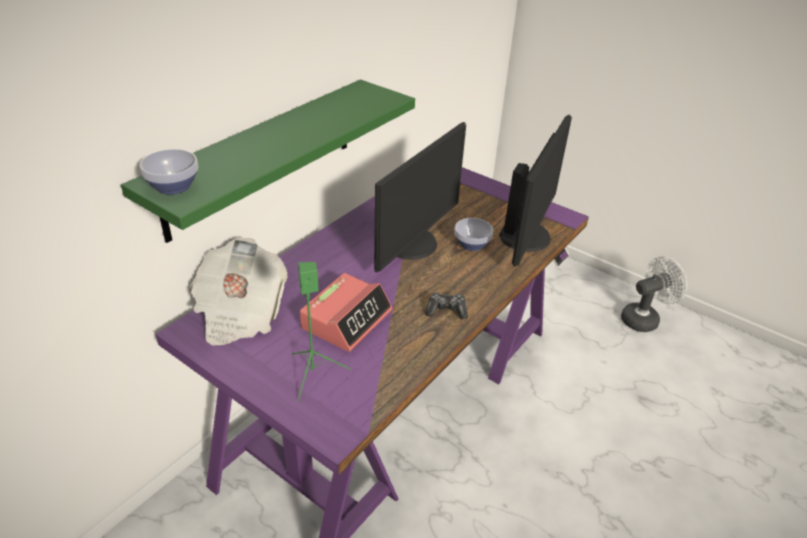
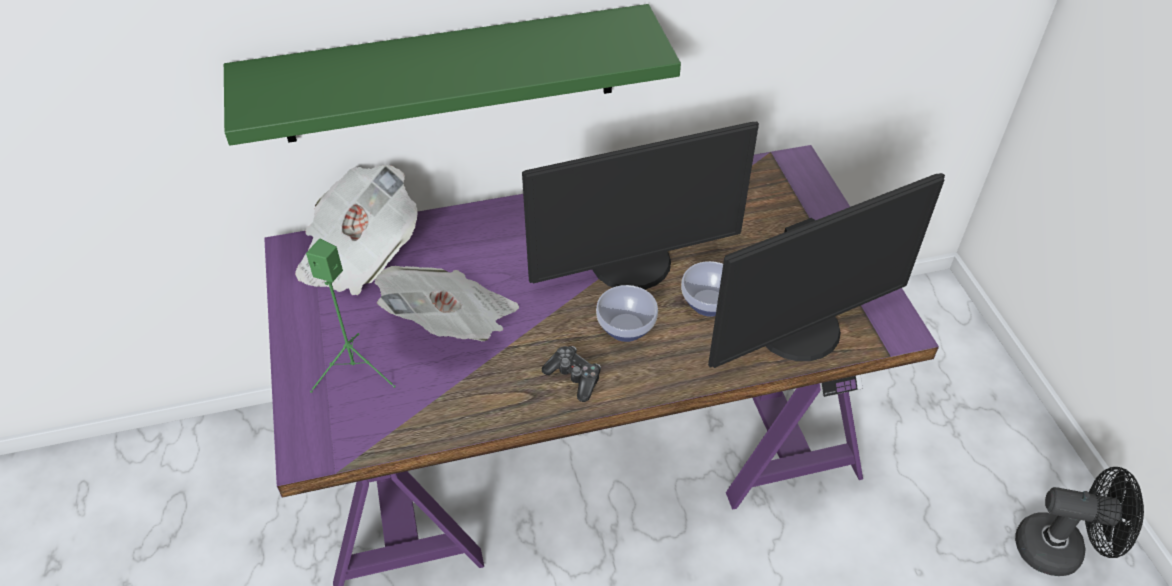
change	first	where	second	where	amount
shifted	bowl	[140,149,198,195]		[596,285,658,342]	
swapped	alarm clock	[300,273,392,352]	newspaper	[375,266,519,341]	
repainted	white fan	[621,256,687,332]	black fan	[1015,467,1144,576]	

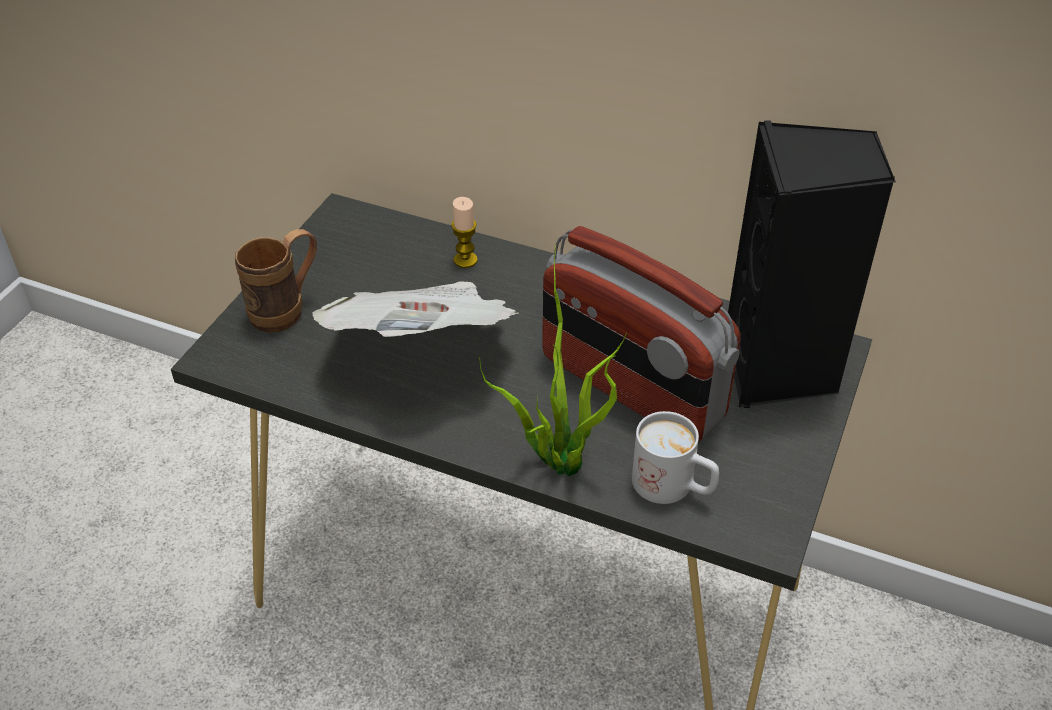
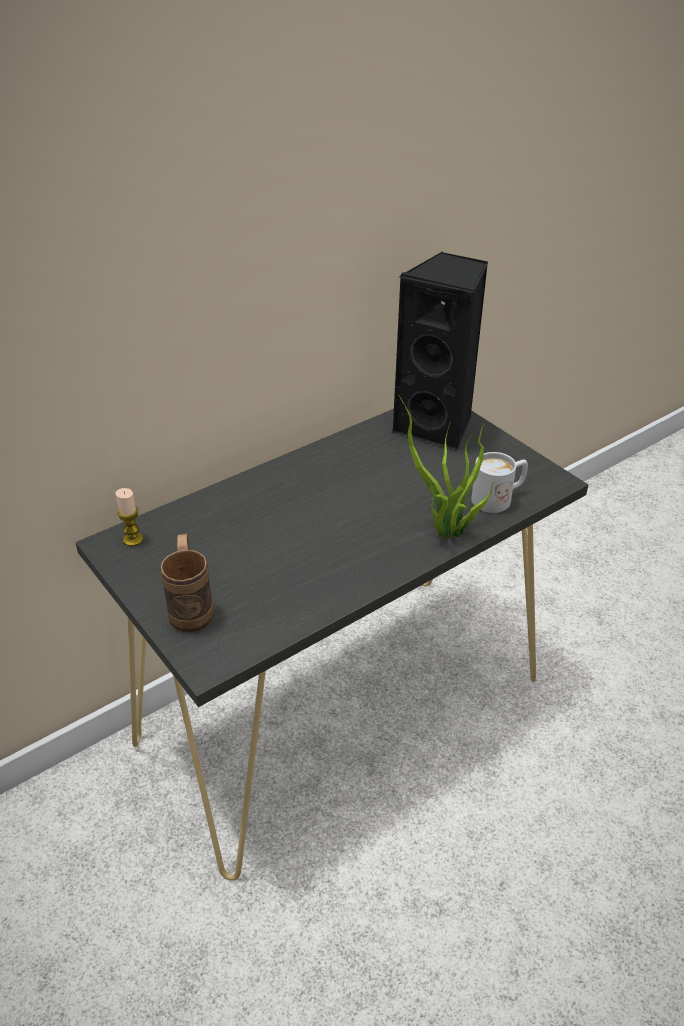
change	first	where	second	where	amount
gone	newspaper	[312,281,519,337]			
shifted	candle	[451,197,478,268]		[115,488,143,546]	
gone	radio	[542,226,741,442]			

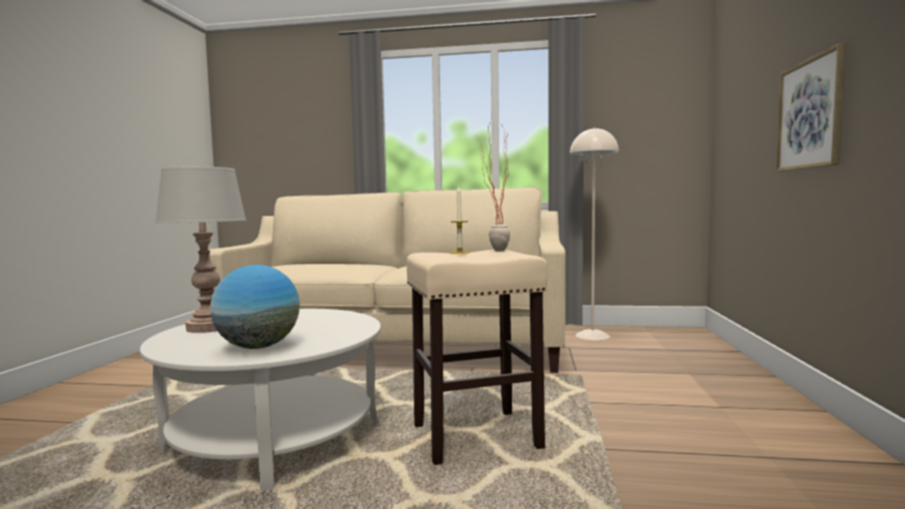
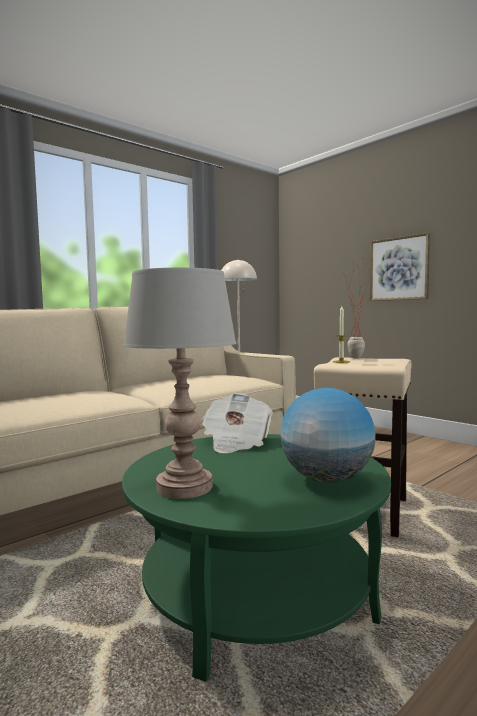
change	first	where	second	where	amount
repainted	white coffee table	[140,309,381,491]	green coffee table	[122,434,391,682]	
new			newspaper	[201,393,273,453]	

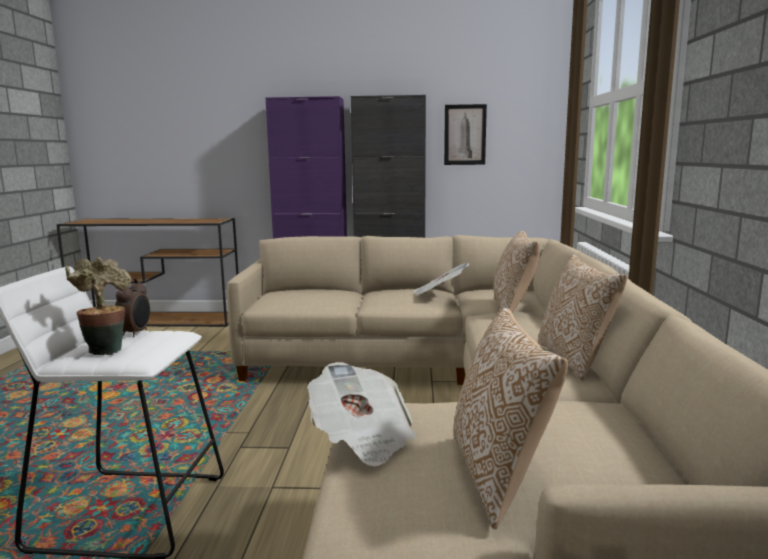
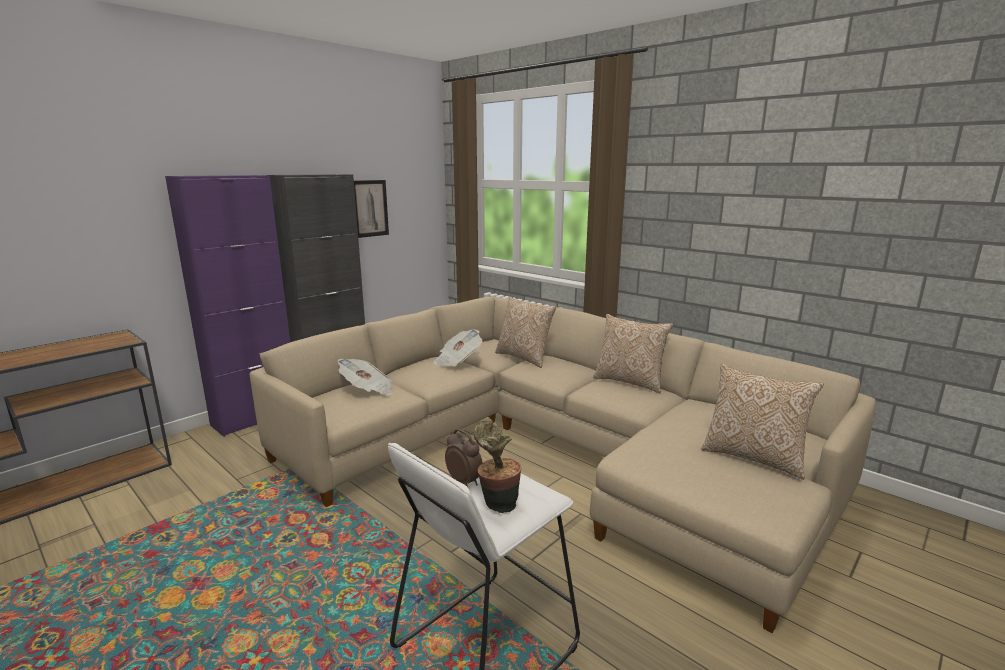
change	first	where	second	where	amount
shifted	newspaper	[307,362,417,467]		[338,359,392,395]	

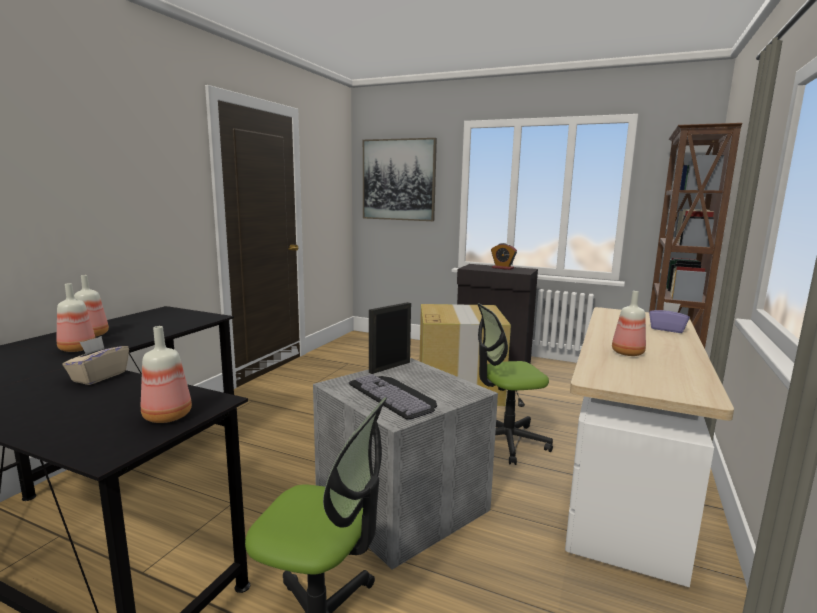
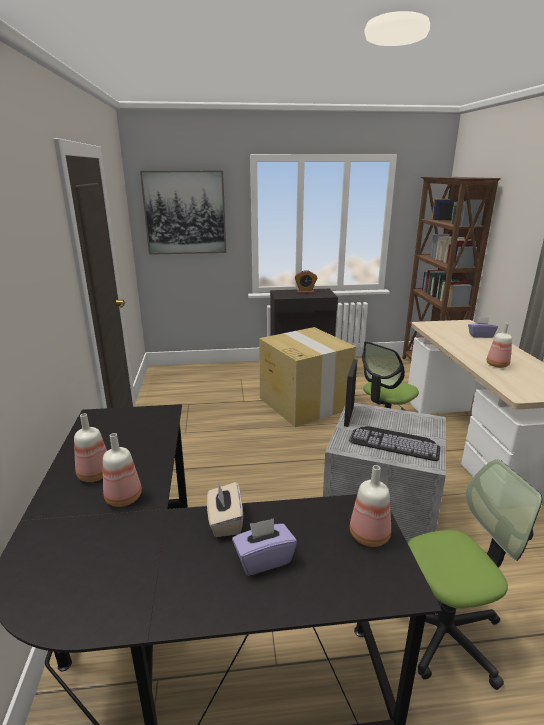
change	first	where	second	where	amount
new			purple tissue box	[232,518,297,576]	

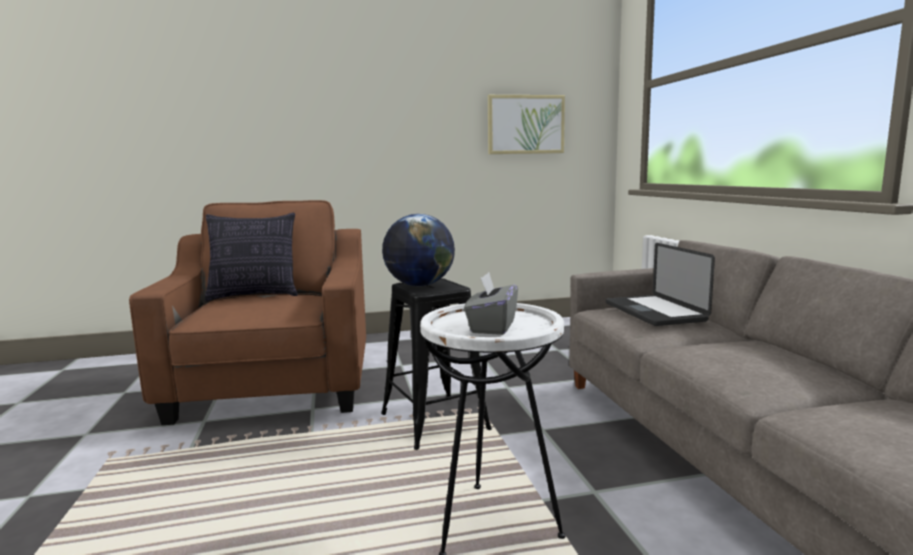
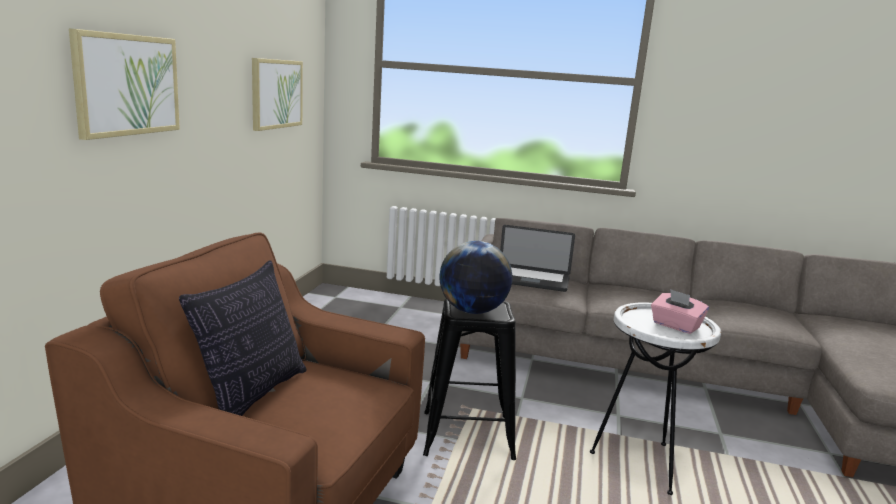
change	first	where	second	where	amount
repainted	grey tissue box	[464,272,518,335]	pink tissue box	[651,289,709,334]	
new			picture	[69,29,180,140]	

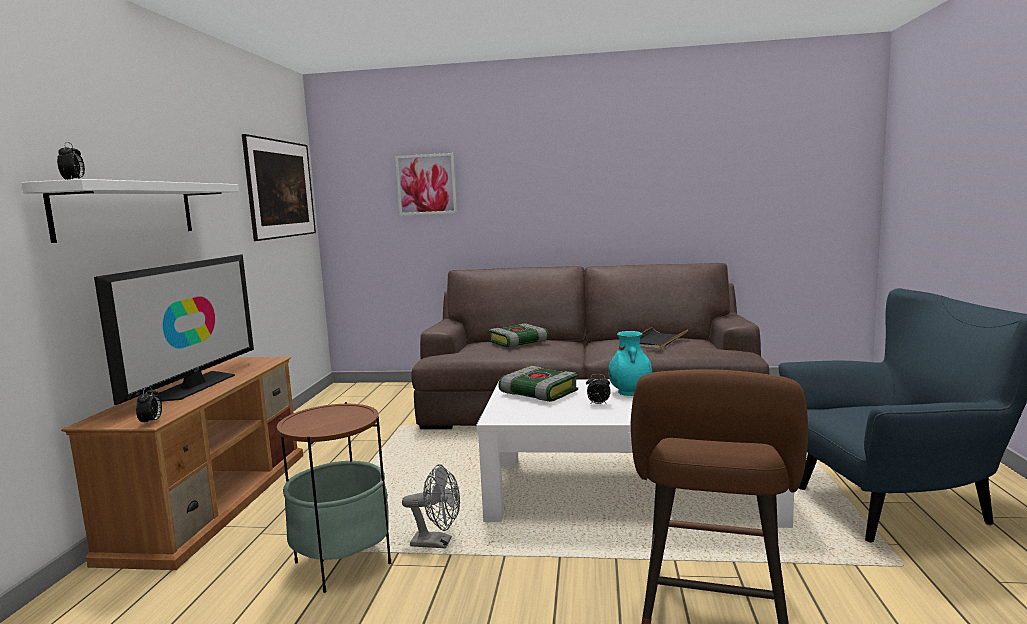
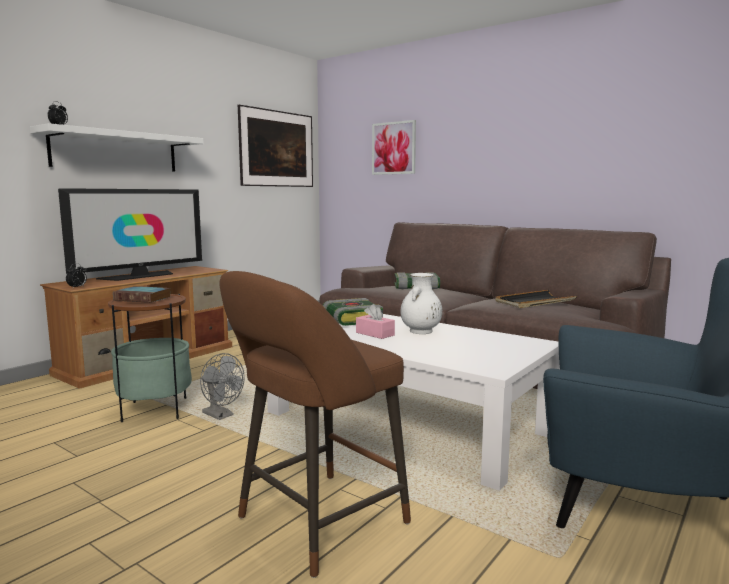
change	first	where	second	where	amount
swapped	alarm clock	[586,374,611,405]	pink tissue box	[356,304,395,339]	
repainted	turquoise vase	[608,331,652,396]	white vase	[400,273,442,334]	
new			book	[113,286,170,303]	

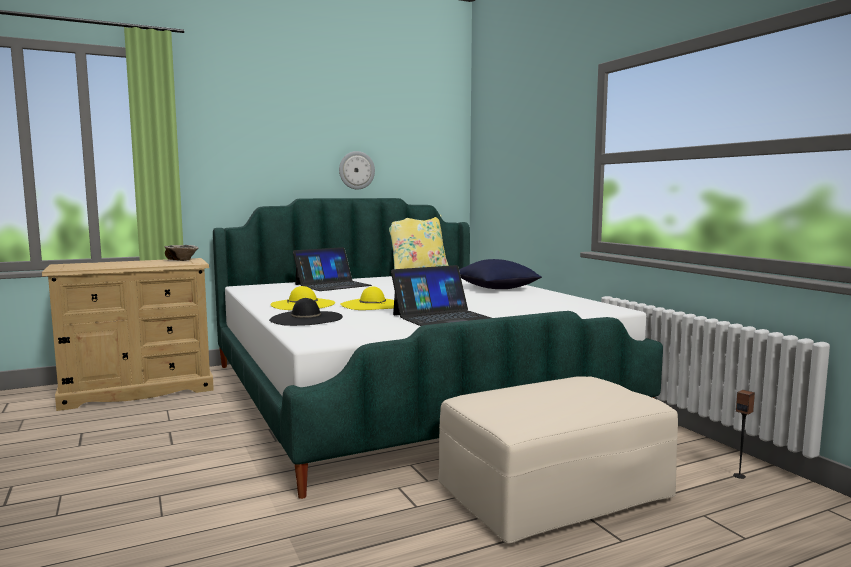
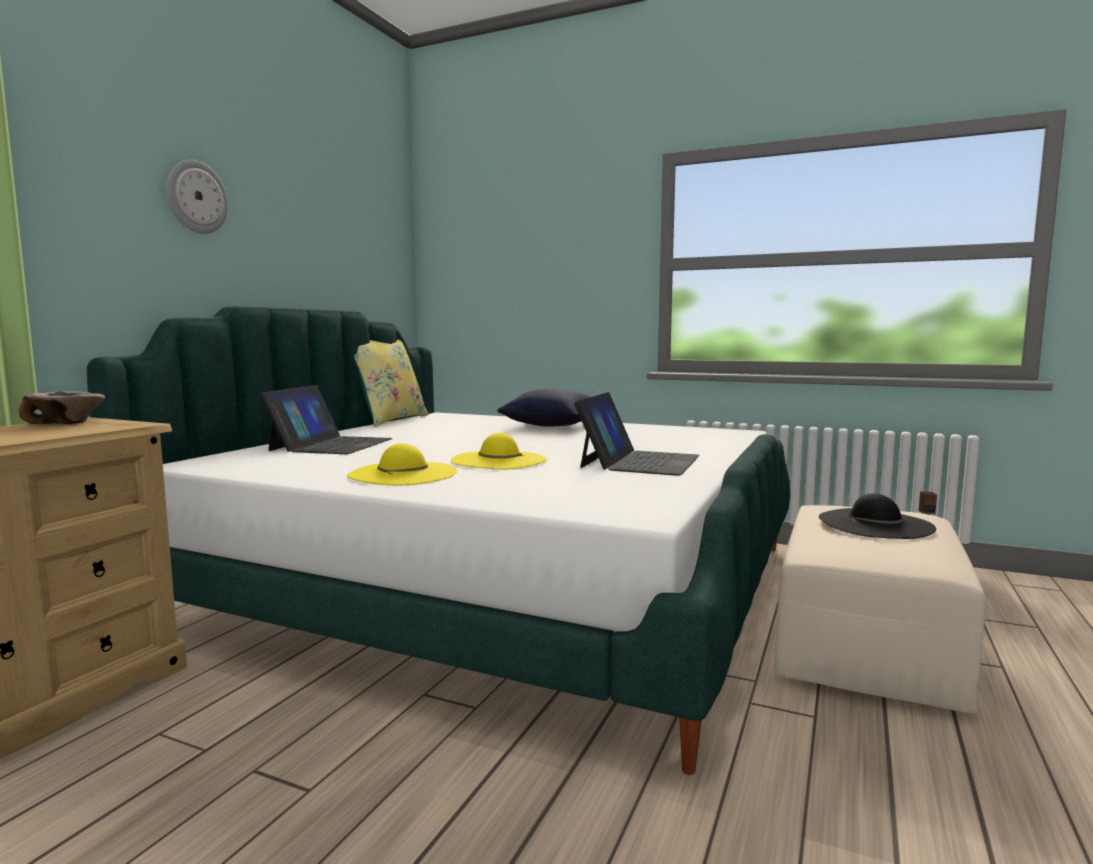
change	first	where	second	where	amount
shifted	black hat	[269,298,343,326]		[819,493,936,539]	
shifted	wall clock	[339,151,375,190]		[166,160,228,234]	

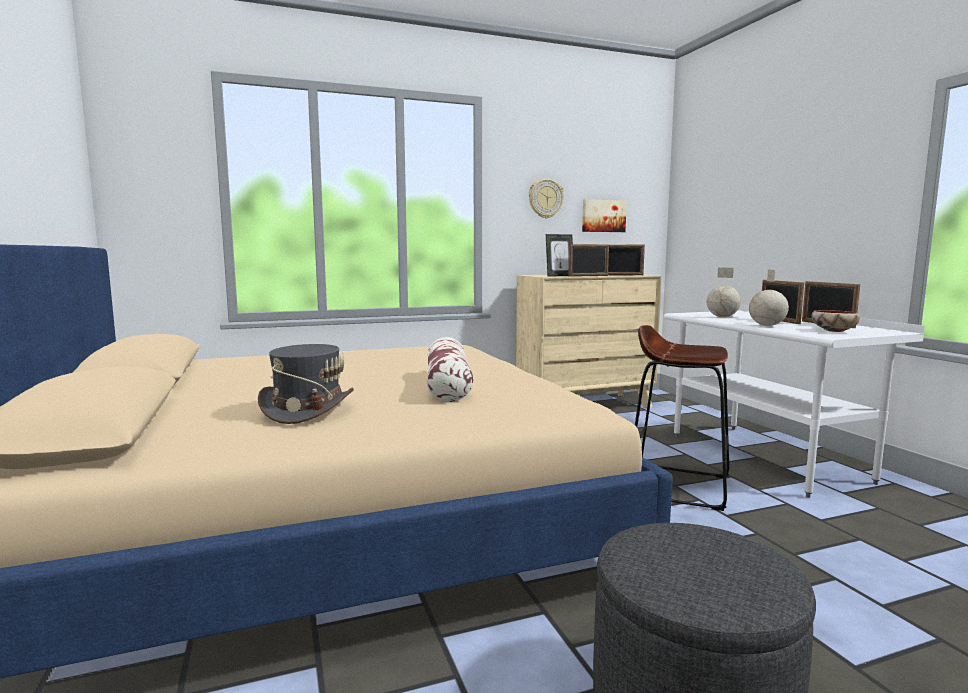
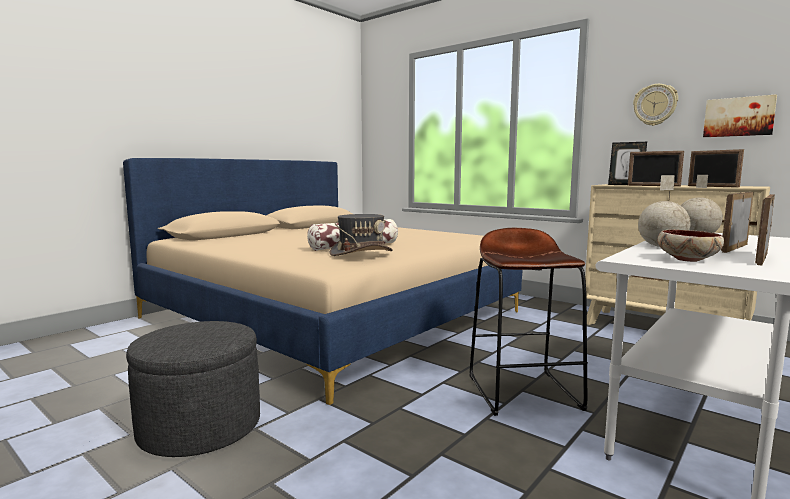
change	first	where	second	where	amount
shifted	grey hat	[258,344,354,424]		[330,214,393,256]	

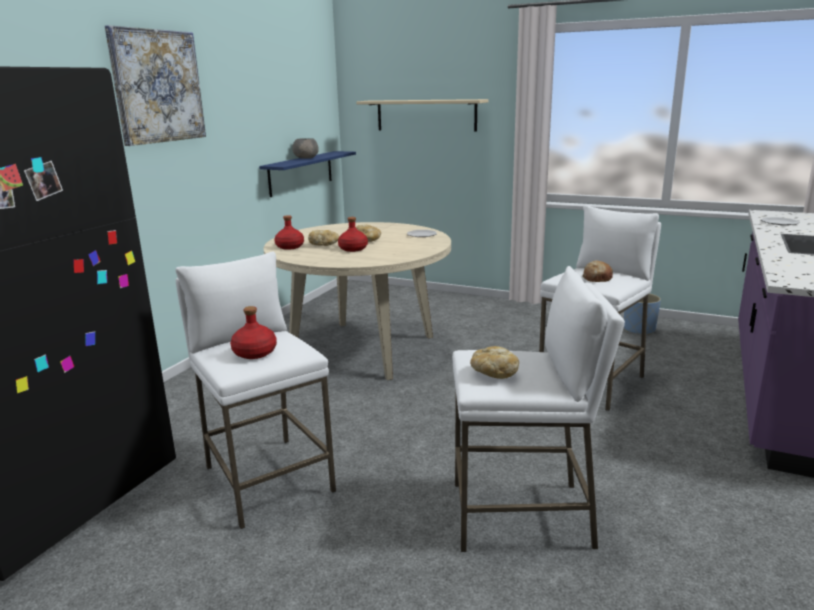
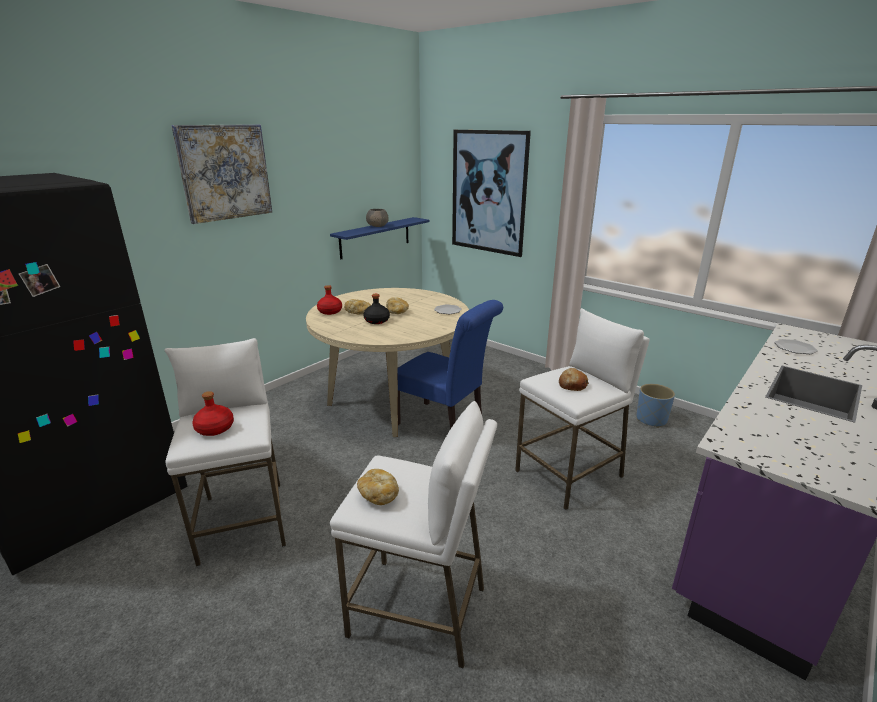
change	first	where	second	where	amount
repainted	red bottle	[338,217,368,252]	black bottle	[363,294,390,324]	
swapped	beige shelf	[356,99,488,131]	picture	[452,130,531,257]	
new			blue chair	[398,300,503,429]	

